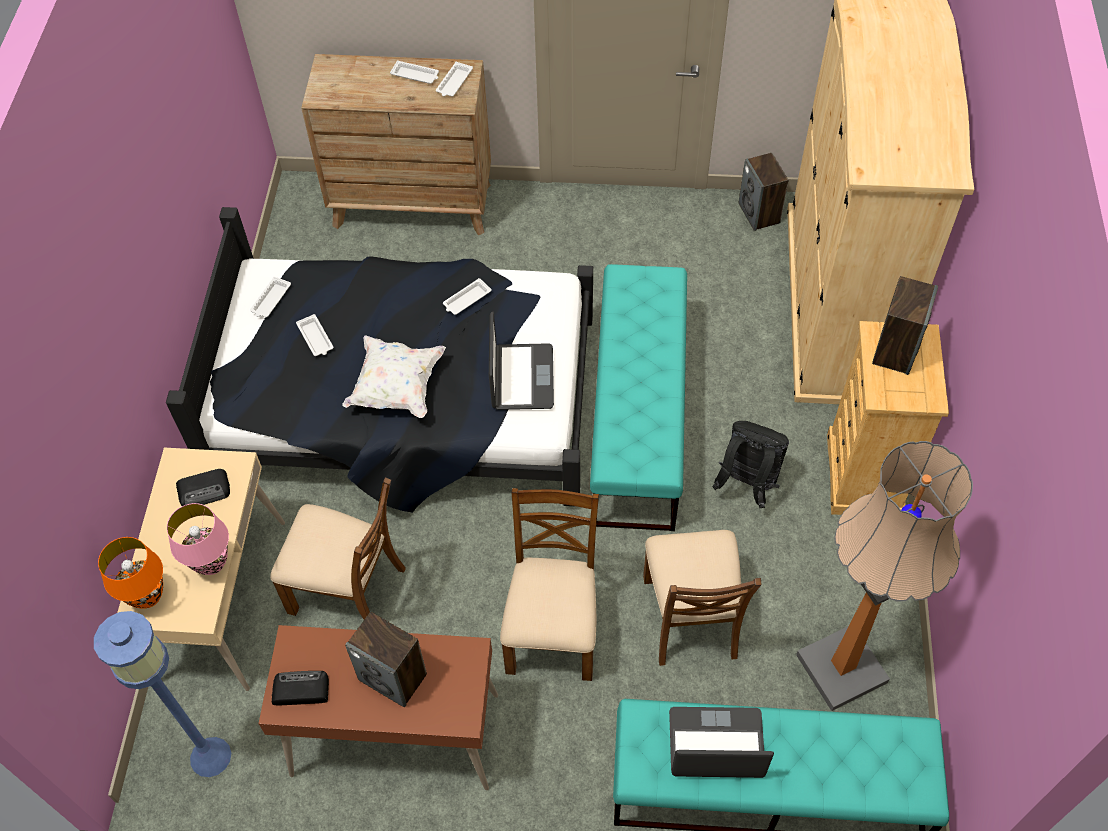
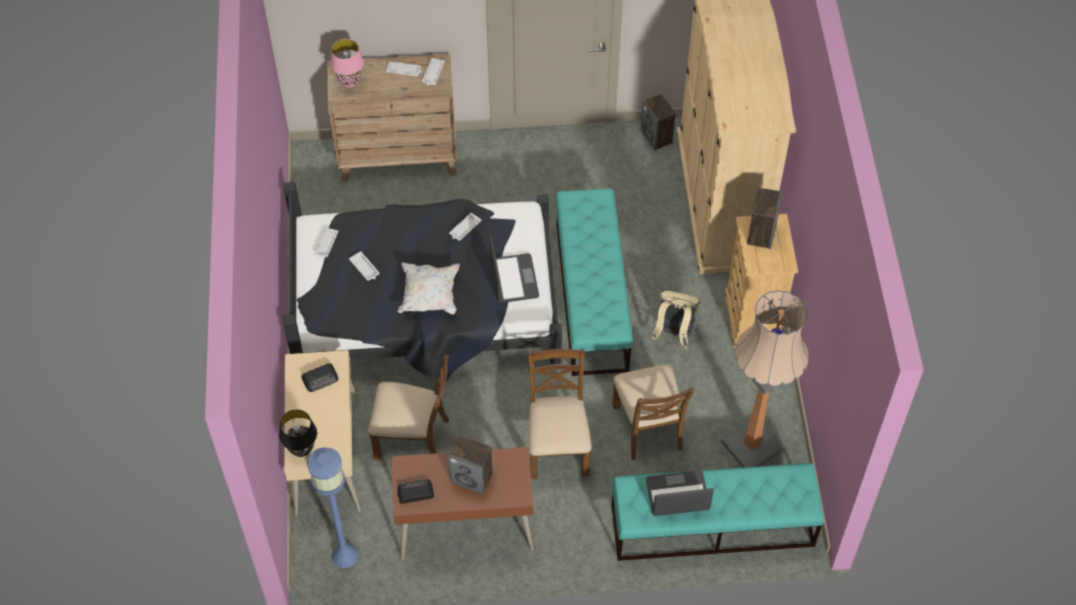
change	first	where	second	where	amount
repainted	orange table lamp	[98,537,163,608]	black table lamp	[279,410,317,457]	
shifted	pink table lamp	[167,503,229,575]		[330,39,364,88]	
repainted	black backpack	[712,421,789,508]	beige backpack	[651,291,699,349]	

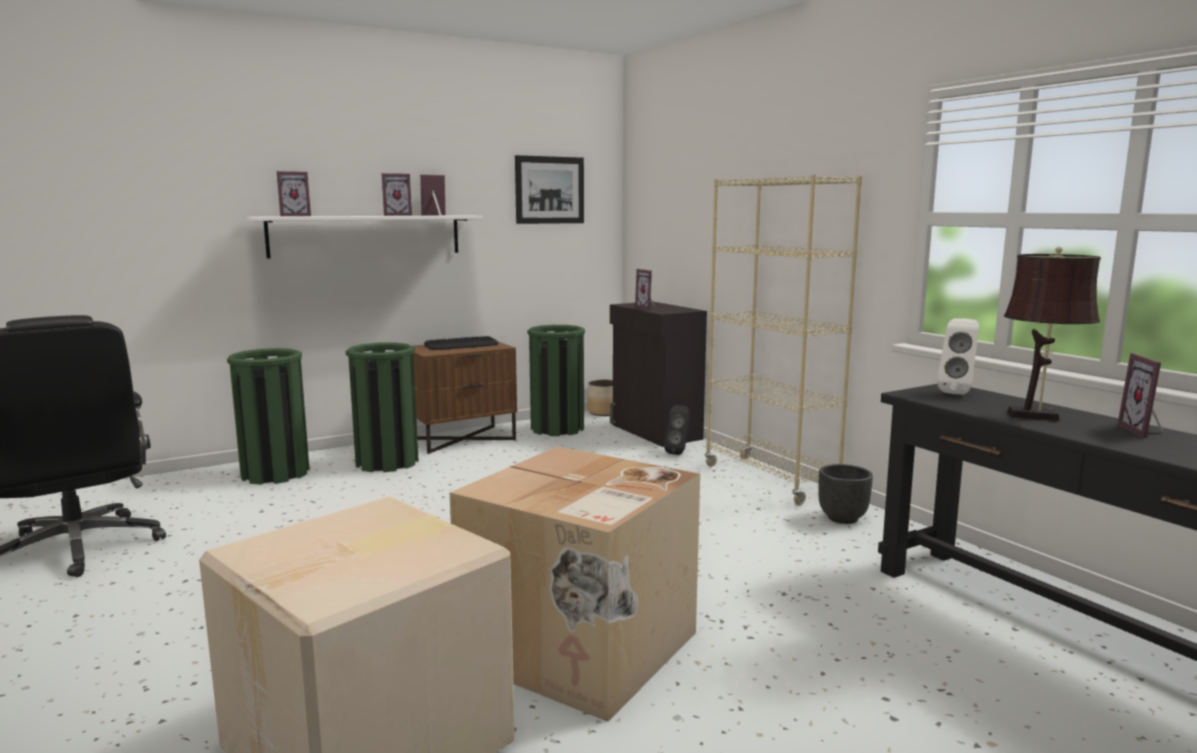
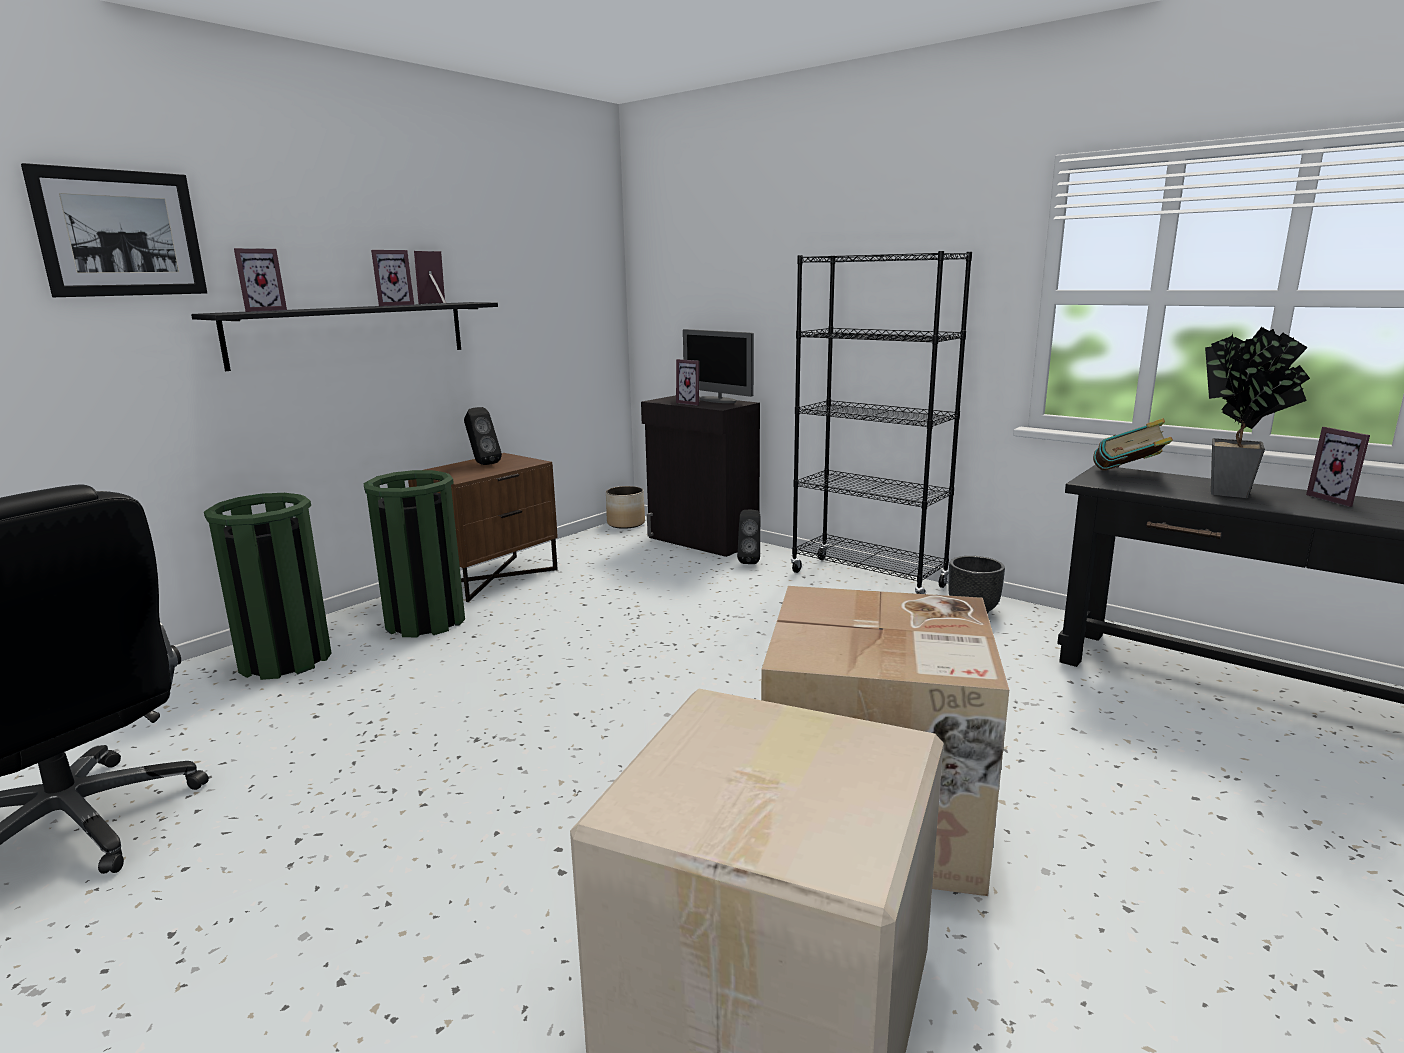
change	first	where	second	where	amount
repainted	white shelf	[246,215,483,258]	black shelf	[191,302,498,371]	
swapped	keyboard	[424,336,498,350]	black speaker	[464,407,502,465]	
shifted	picture	[515,155,584,224]		[21,163,207,297]	
gone	green trash can	[527,325,585,436]			
repainted	beige bookcase	[705,175,863,505]	black bookcase	[791,251,972,594]	
swapped	white speaker	[937,318,979,395]	book	[1093,418,1173,470]	
swapped	brown table lamp	[1004,247,1101,421]	potted plant	[1205,327,1310,498]	
new			monitor	[683,329,754,403]	

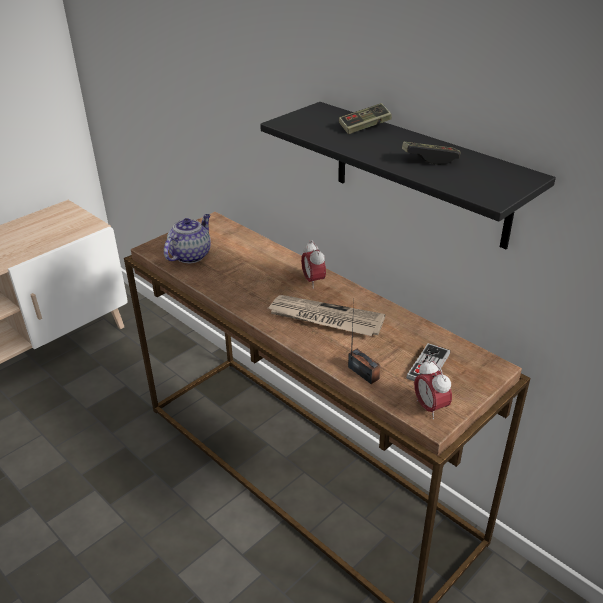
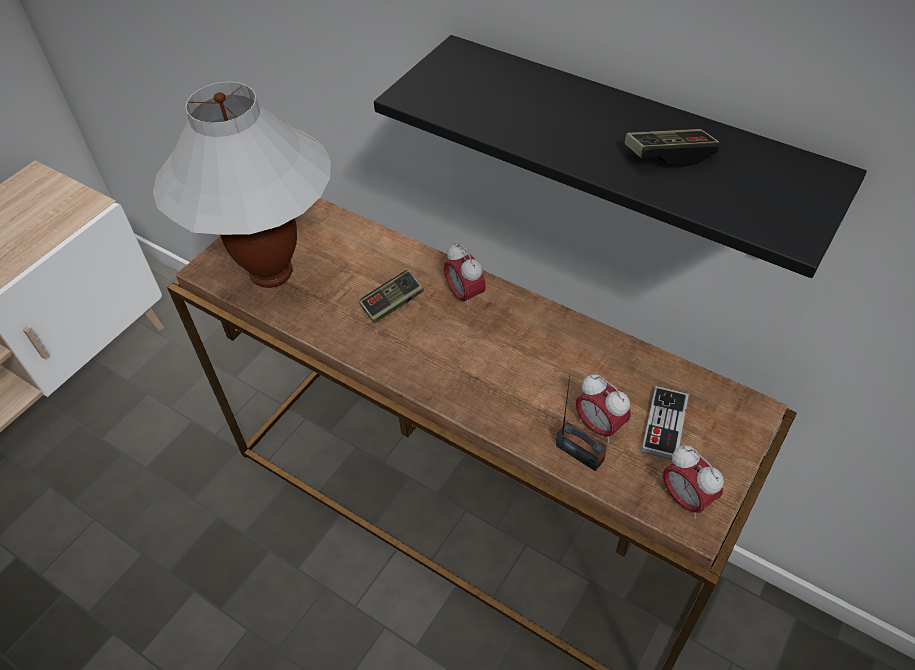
change	first	where	second	where	amount
swapped	teapot	[164,214,211,263]	white table lamp	[153,81,330,288]	
gone	newspaper	[268,295,385,336]			
shifted	game controller	[339,103,392,134]		[359,270,424,323]	
new			alarm clock	[576,374,631,443]	

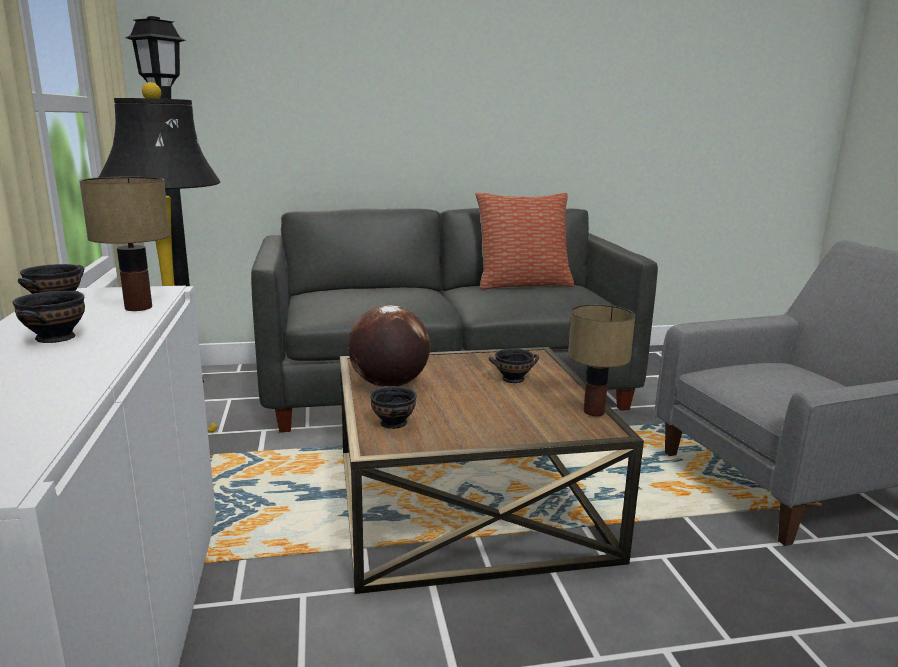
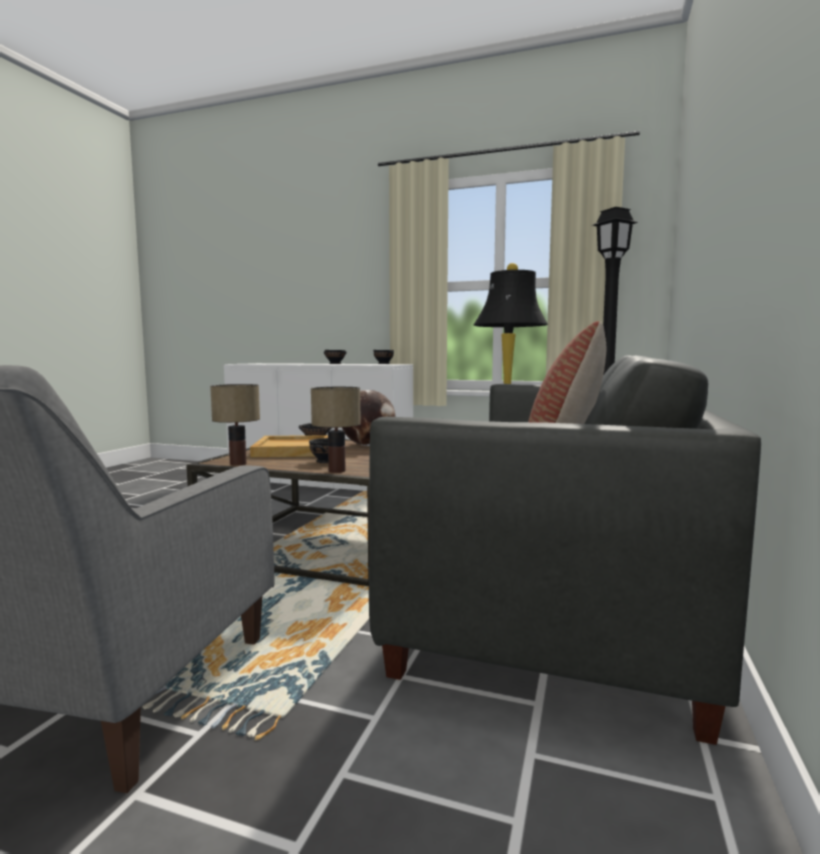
change	first	where	second	where	amount
shifted	table lamp	[79,176,170,311]		[311,387,361,473]	
new			beige tray	[250,435,328,457]	

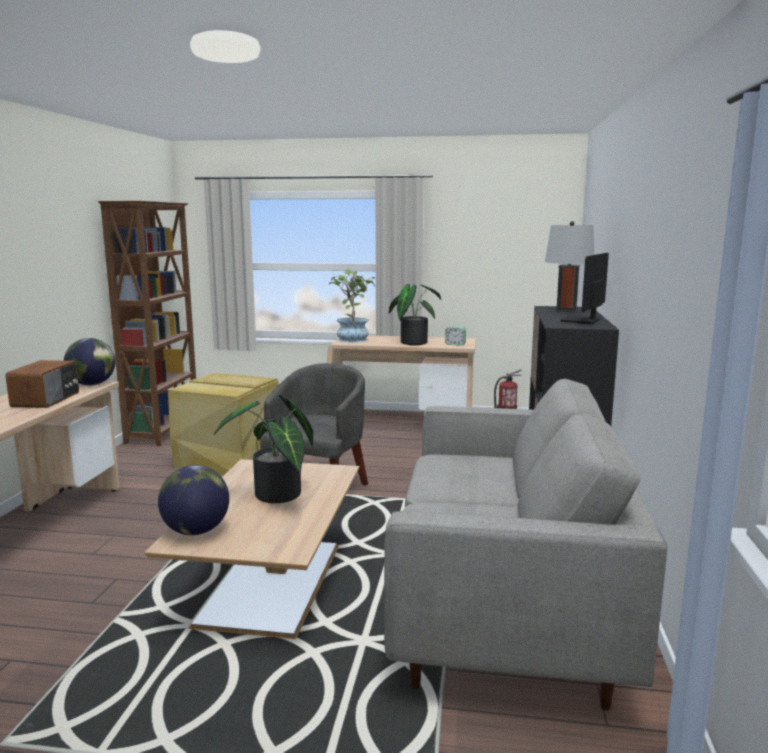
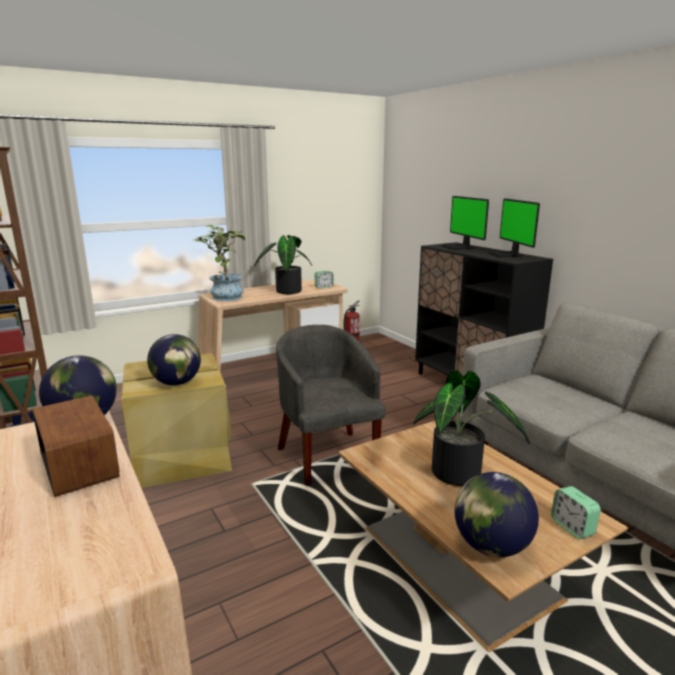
change	first	where	second	where	amount
swapped	grey table lamp	[545,221,594,313]	monitor	[442,196,489,250]	
new			globe	[147,334,201,385]	
new			alarm clock	[551,486,601,539]	

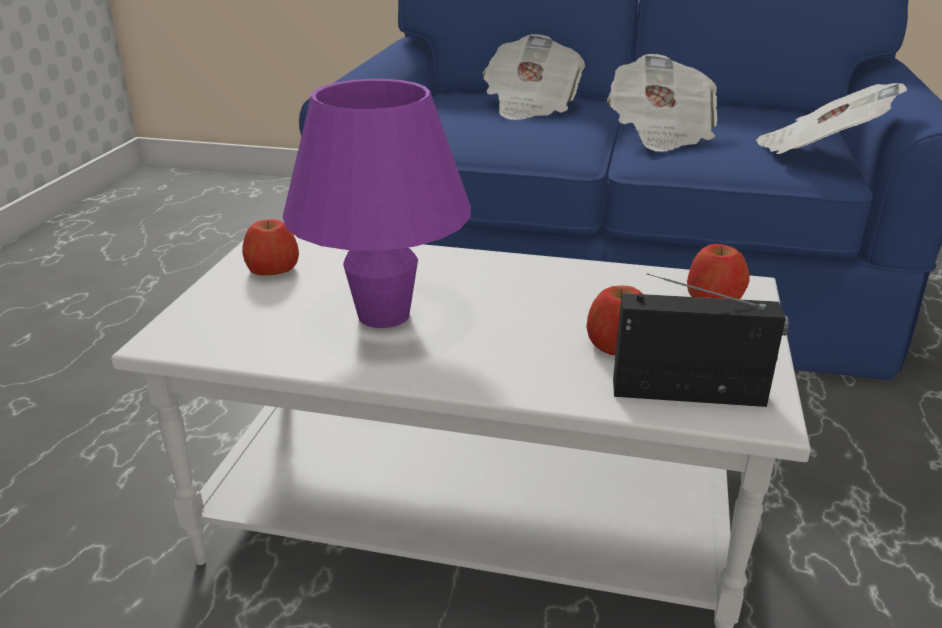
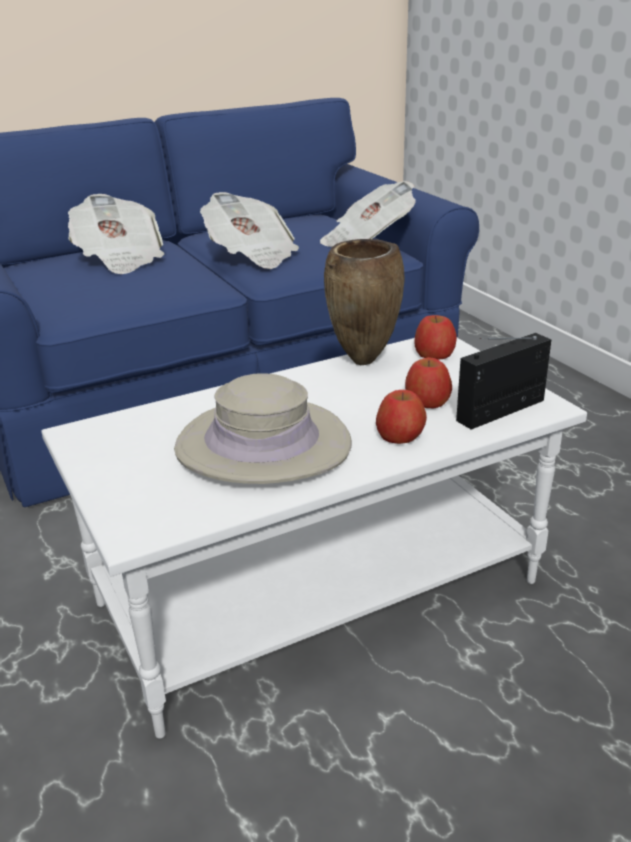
change	first	where	second	where	amount
shifted	apple	[242,219,299,276]		[376,390,427,444]	
swapped	purple table lamp	[283,79,471,328]	beige hat	[174,373,352,484]	
new			brown vase	[324,239,405,365]	

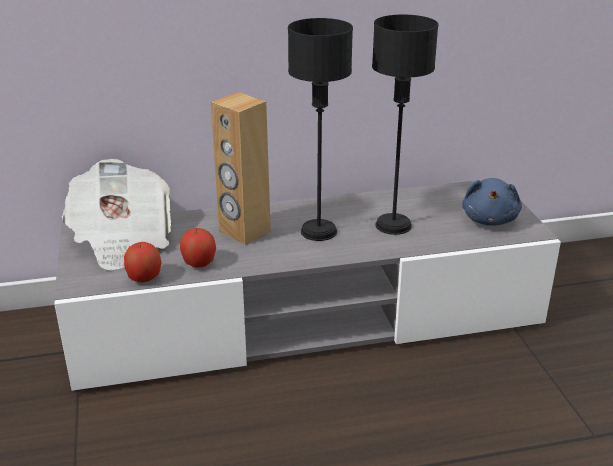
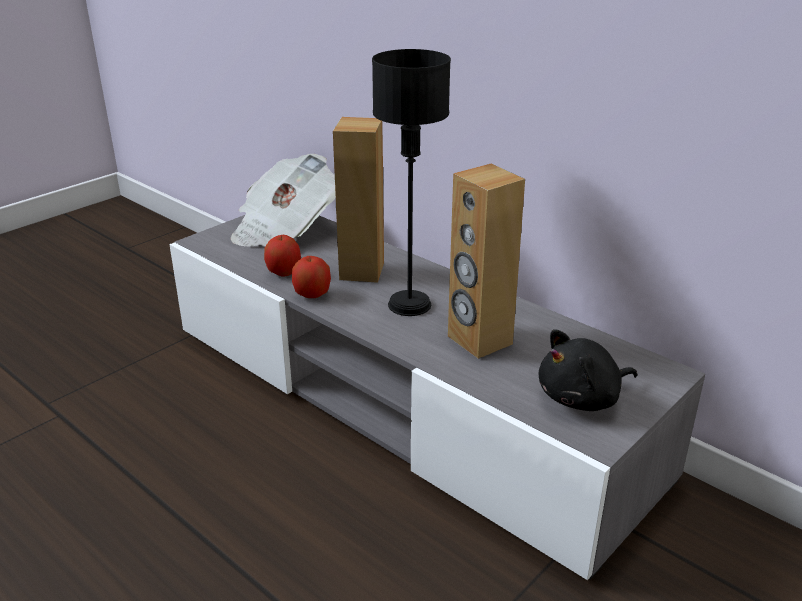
change	first	where	second	where	amount
shifted	apple	[124,242,162,283]		[292,256,331,298]	
swapped	black table lamp	[372,14,438,235]	brown speaker	[448,164,525,359]	
repainted	blue plush toy	[462,178,522,226]	black plush toy	[539,329,638,411]	

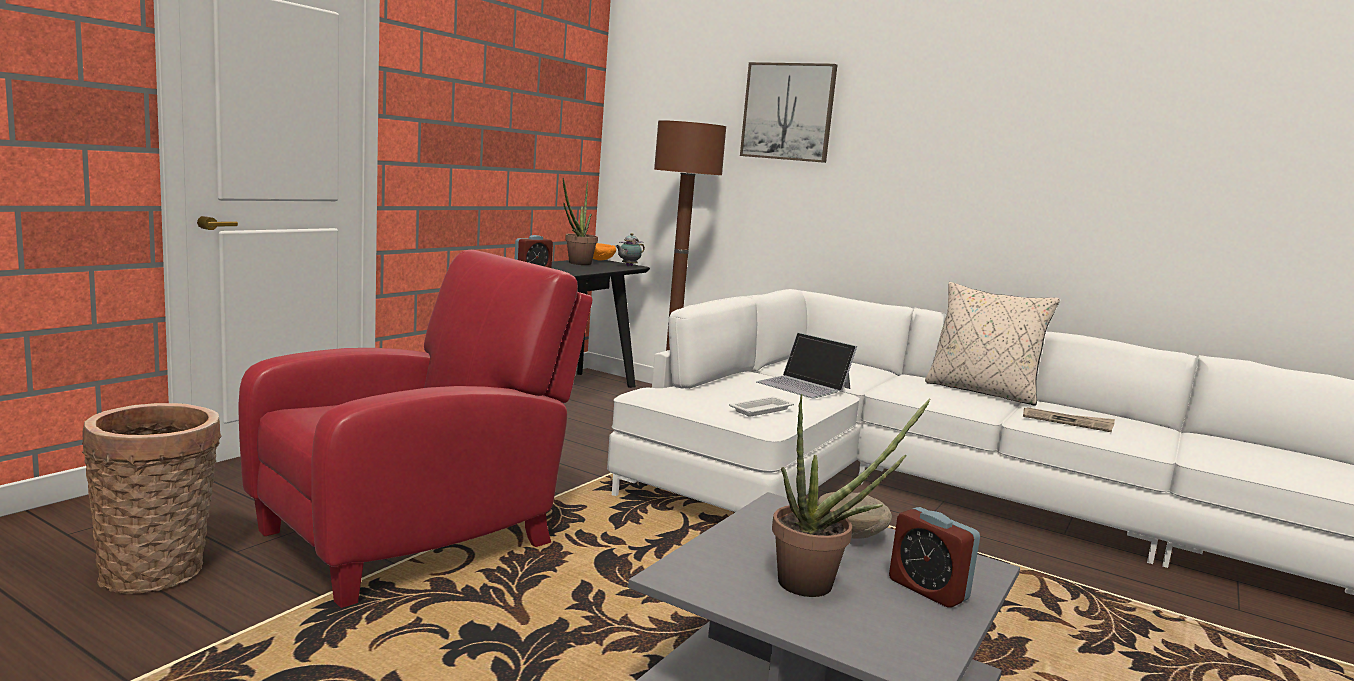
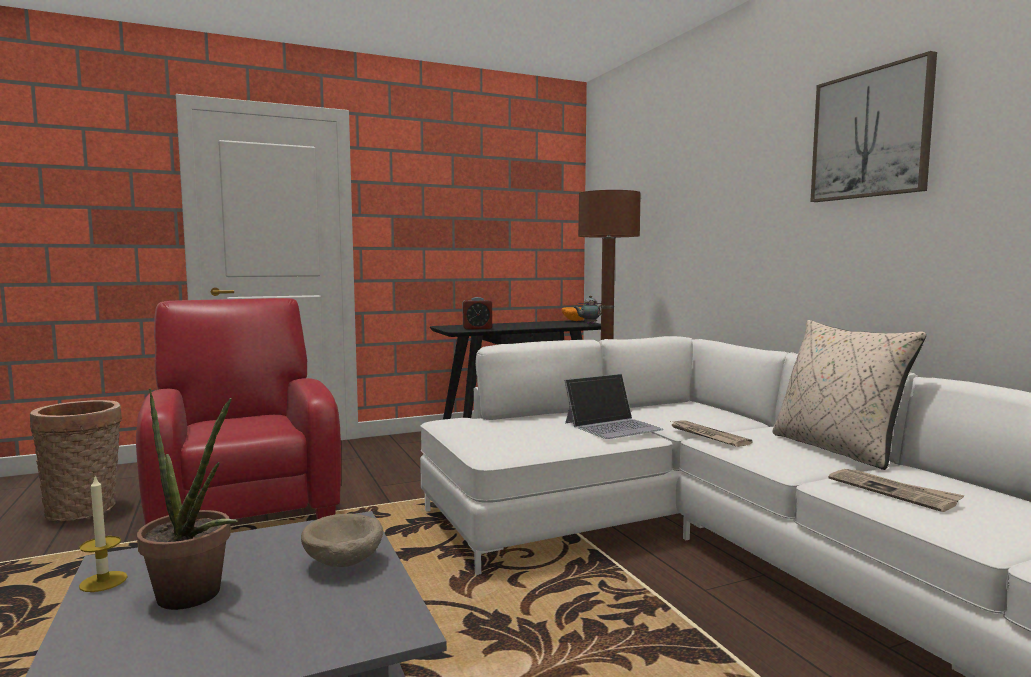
change	first	where	second	where	amount
rotated	red armchair	[238,250,593,608]		[136,298,341,525]	105 degrees counterclockwise
gone	potted plant	[563,178,598,265]			
gone	white tray	[729,397,794,417]			
shifted	picture	[740,62,837,163]		[810,51,937,202]	
rotated	laptop	[756,332,857,398]		[564,374,663,439]	105 degrees counterclockwise
gone	alarm clock	[889,507,980,608]			
new			candle	[79,476,128,592]	
new			newspaper	[669,420,752,447]	

